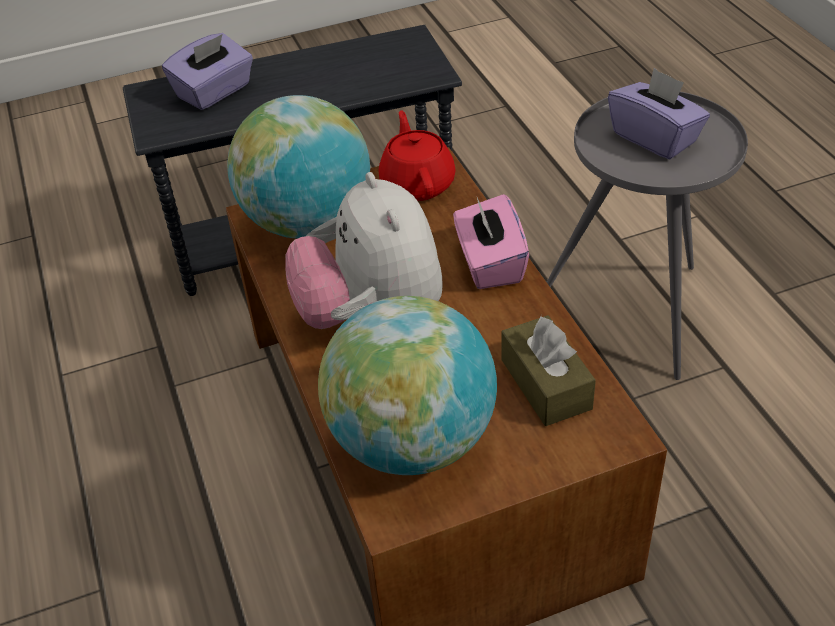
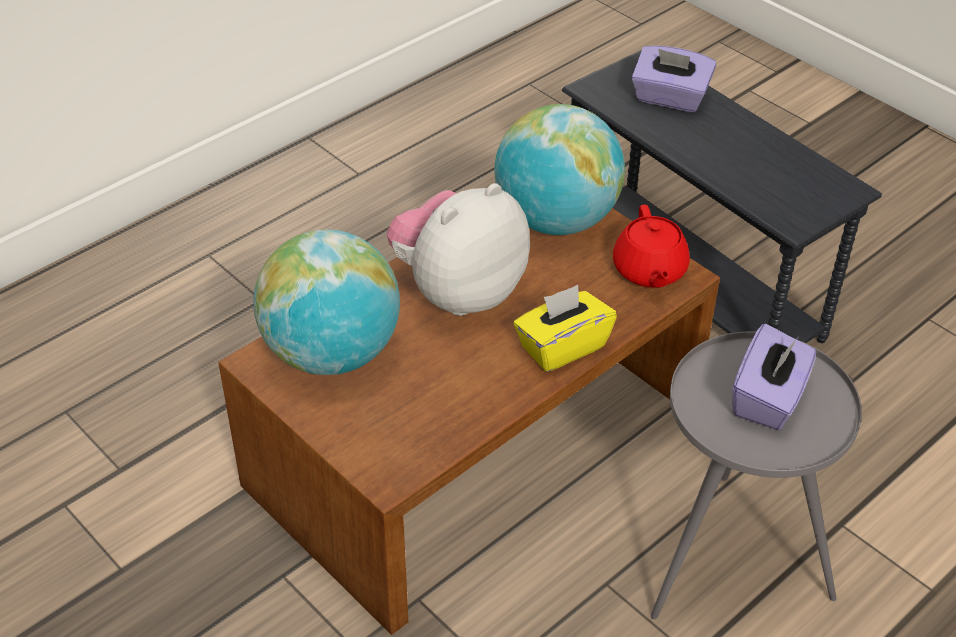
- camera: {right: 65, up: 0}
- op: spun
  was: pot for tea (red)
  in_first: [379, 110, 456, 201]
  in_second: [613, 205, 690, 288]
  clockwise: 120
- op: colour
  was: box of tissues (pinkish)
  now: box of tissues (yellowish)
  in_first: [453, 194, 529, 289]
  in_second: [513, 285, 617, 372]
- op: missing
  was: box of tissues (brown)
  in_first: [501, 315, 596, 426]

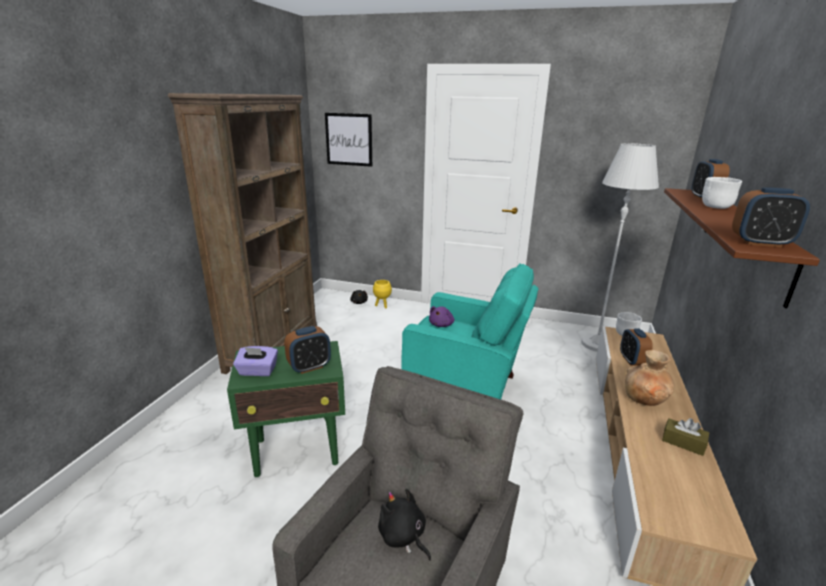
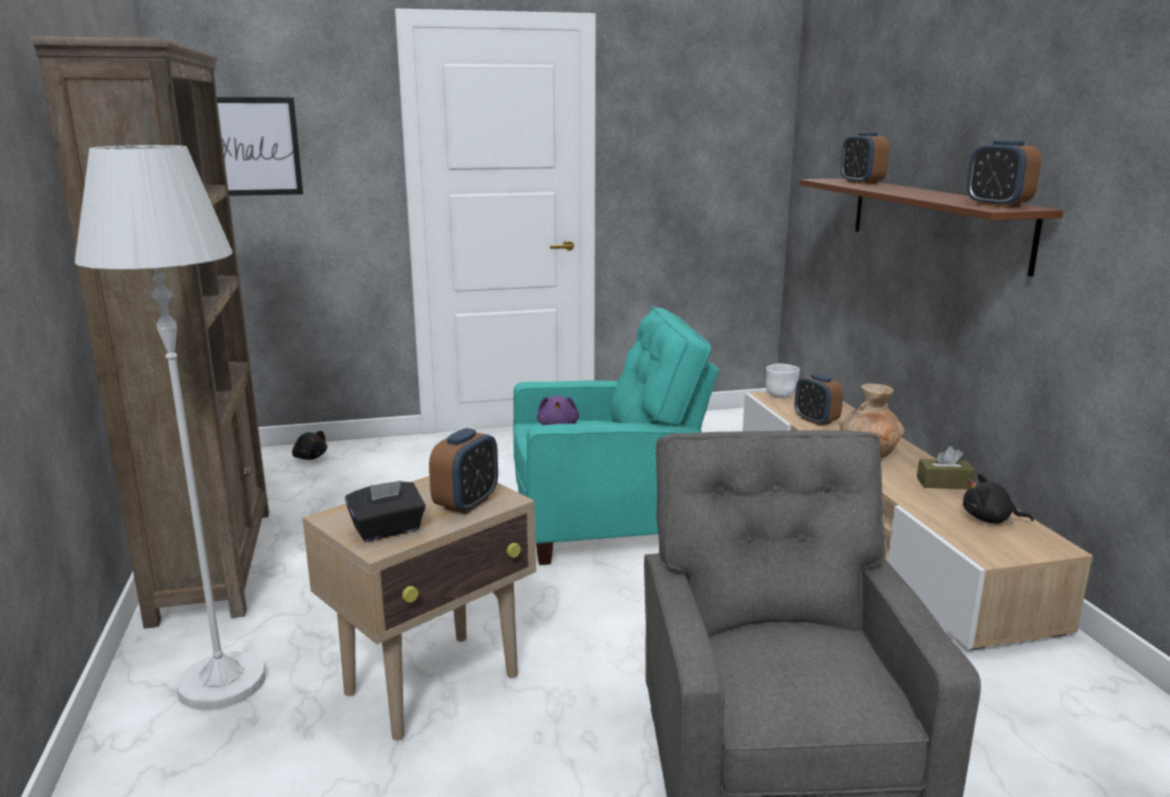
- camera: {right: -30, up: -5}
- op: colour
  was: accent table (greenish)
  now: accent table (sand-coloured)
  in_first: [227, 341, 345, 477]
  in_second: [303, 476, 536, 741]
- op: colour
  was: box of tissues (purple-coloured)
  now: box of tissues (black)
  in_first: [233, 346, 278, 376]
  in_second: [345, 480, 426, 542]
- op: missing
  was: flower pot (yellowish)
  in_first: [373, 280, 392, 308]
- op: relocated
  was: soft toy (black)
  in_first: [378, 489, 431, 561]
  in_second: [963, 473, 1034, 524]
- op: relocated
  was: standard lamp (white-coloured)
  in_first: [581, 143, 659, 352]
  in_second: [75, 145, 266, 710]
- op: missing
  was: deep dish (white-coloured)
  in_first: [702, 177, 742, 209]
- op: spun
  was: bedside clock
  in_first: [732, 187, 810, 247]
  in_second: [967, 140, 1041, 208]
  clockwise: 75

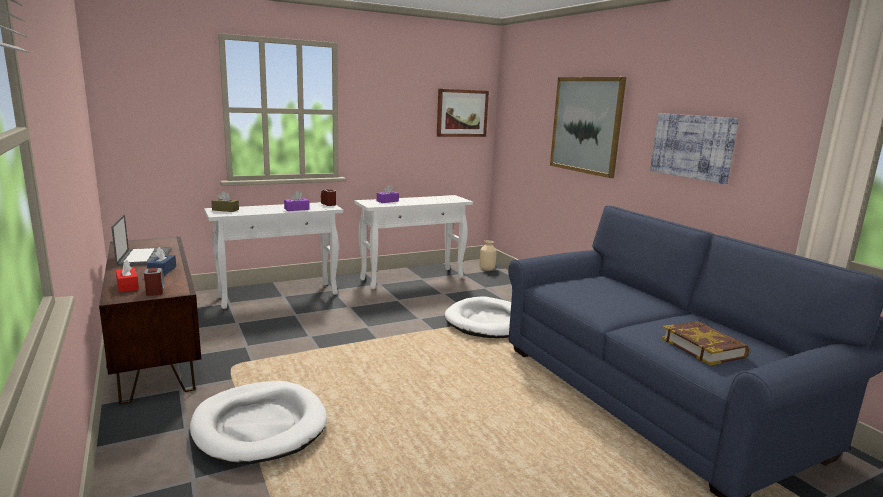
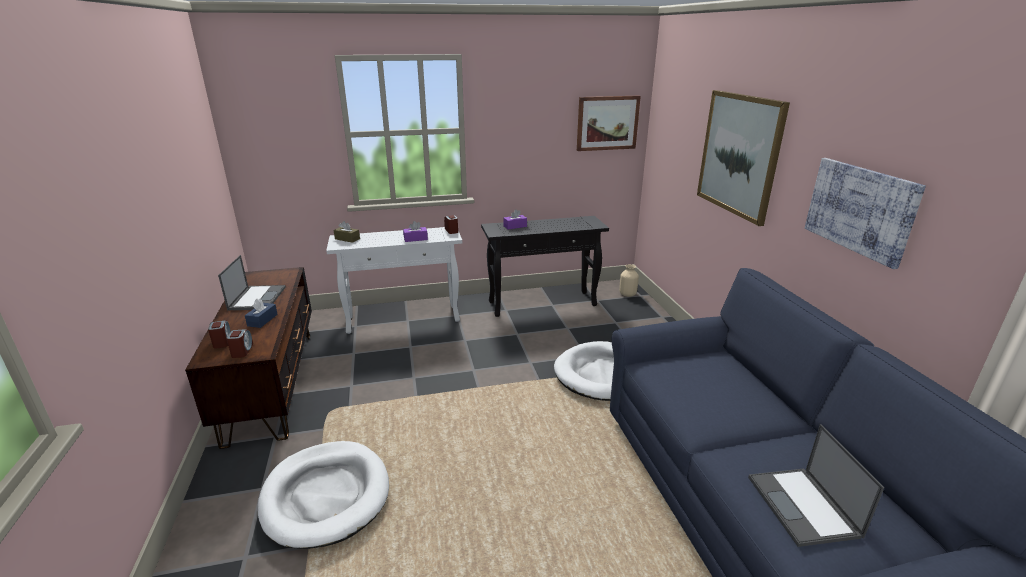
- camera: {right: 15, up: 10}
- op: exchanged
  was: box of tissues (red)
  now: bedside clock
  in_first: [116, 260, 139, 292]
  in_second: [208, 320, 231, 349]
- op: colour
  was: hall table (white-coloured)
  now: hall table (black)
  in_first: [354, 195, 473, 289]
  in_second: [481, 216, 609, 317]
- op: exchanged
  was: volume
  now: laptop
  in_first: [661, 321, 749, 365]
  in_second: [748, 424, 884, 547]

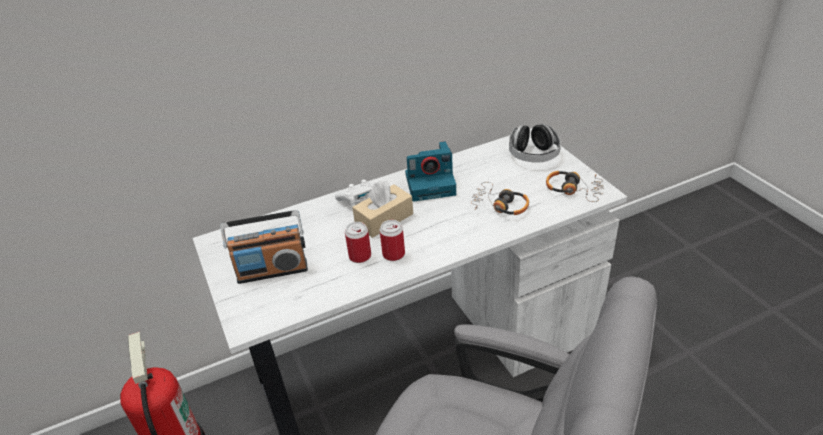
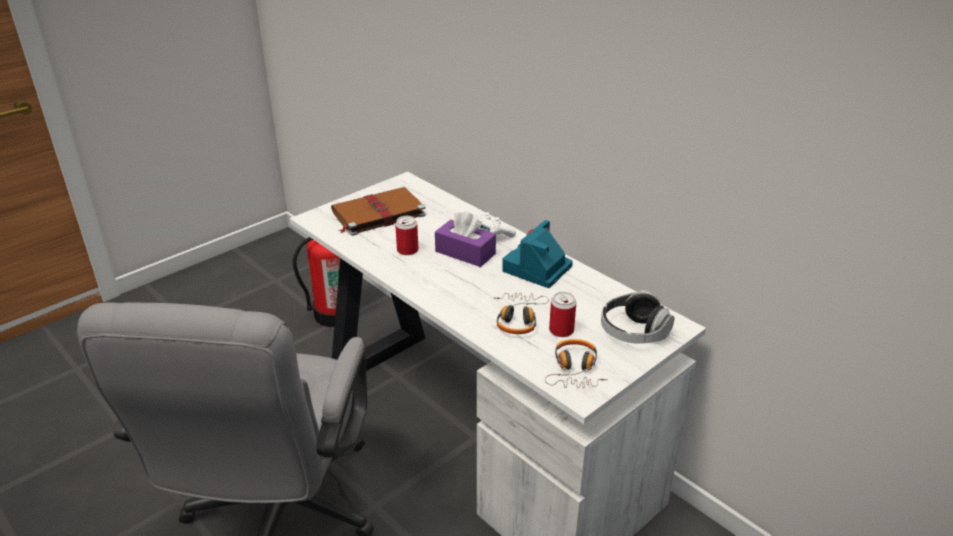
- camera: {right: 70, up: -5}
- op: exchanged
  was: radio
  now: volume (brown)
  in_first: [220, 210, 308, 284]
  in_second: [331, 187, 426, 236]
- op: colour
  was: box of tissues (sand-coloured)
  now: box of tissues (purple-coloured)
  in_first: [352, 181, 413, 238]
  in_second: [435, 211, 496, 267]
- op: relocated
  was: metal can
  in_first: [380, 220, 405, 261]
  in_second: [549, 292, 576, 337]
- op: spun
  was: photo camera
  in_first: [405, 141, 456, 202]
  in_second: [502, 220, 573, 288]
  clockwise: 60

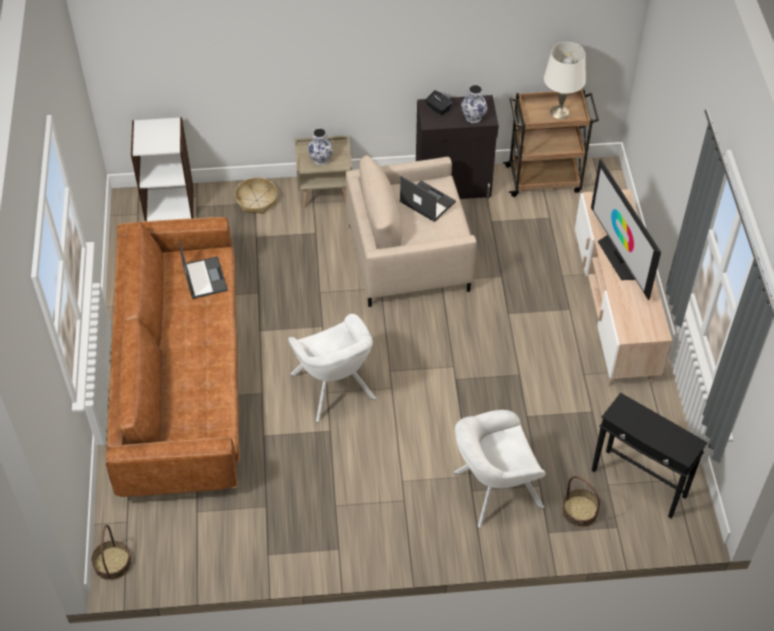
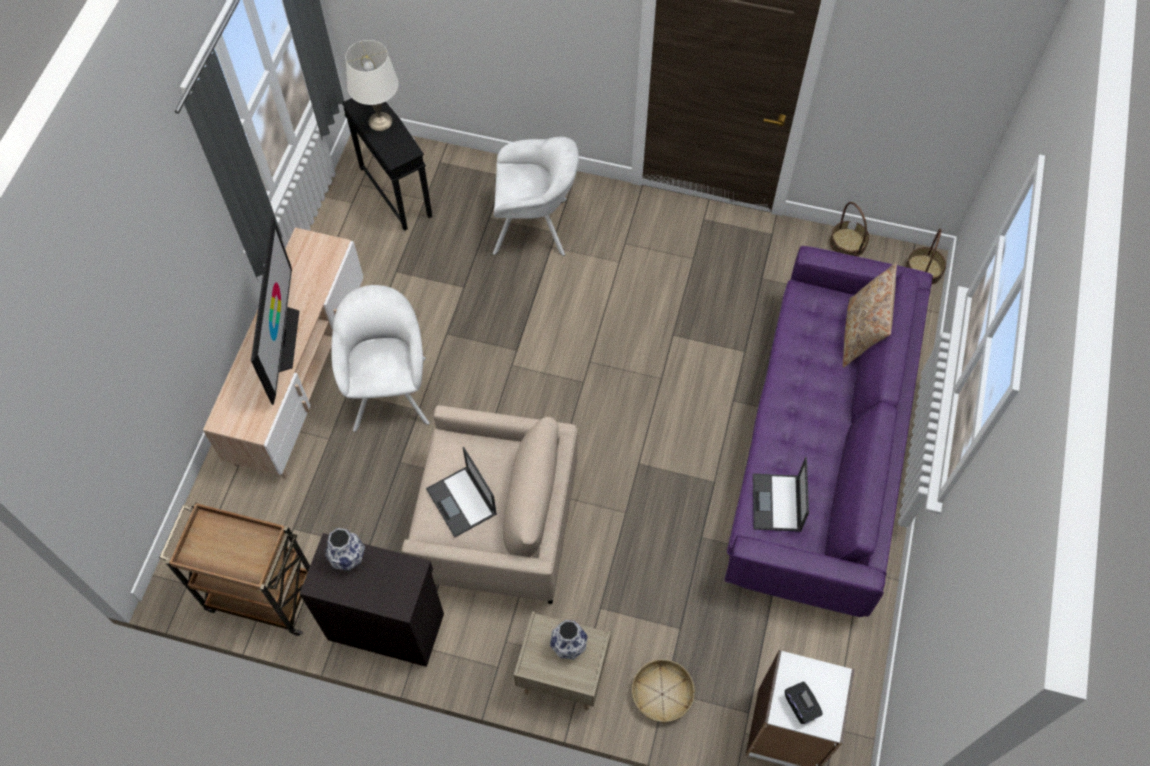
- camera: {right: -160, up: 10}
- op: colour
  was: couch (brown)
  now: couch (purple-coloured)
  in_first: [106, 217, 240, 497]
  in_second: [725, 246, 933, 617]
- op: relocated
  was: lounge chair (white-coloured)
  in_first: [288, 314, 376, 423]
  in_second: [331, 285, 430, 432]
- op: relocated
  was: box of tissues (black)
  in_first: [425, 90, 452, 115]
  in_second: [785, 681, 823, 724]
- op: relocated
  was: lamp for a table (white-coloured)
  in_first: [544, 42, 586, 119]
  in_second: [345, 40, 399, 131]
- op: relocated
  was: household basket
  in_first: [562, 476, 600, 527]
  in_second: [830, 202, 869, 257]
- op: appeared
  now: cushion (sand-coloured)
  in_second: [843, 263, 897, 367]

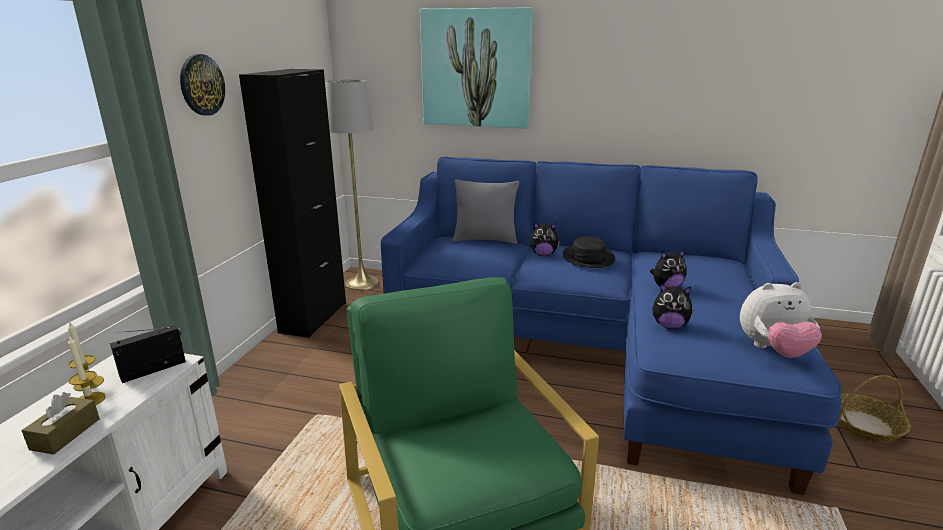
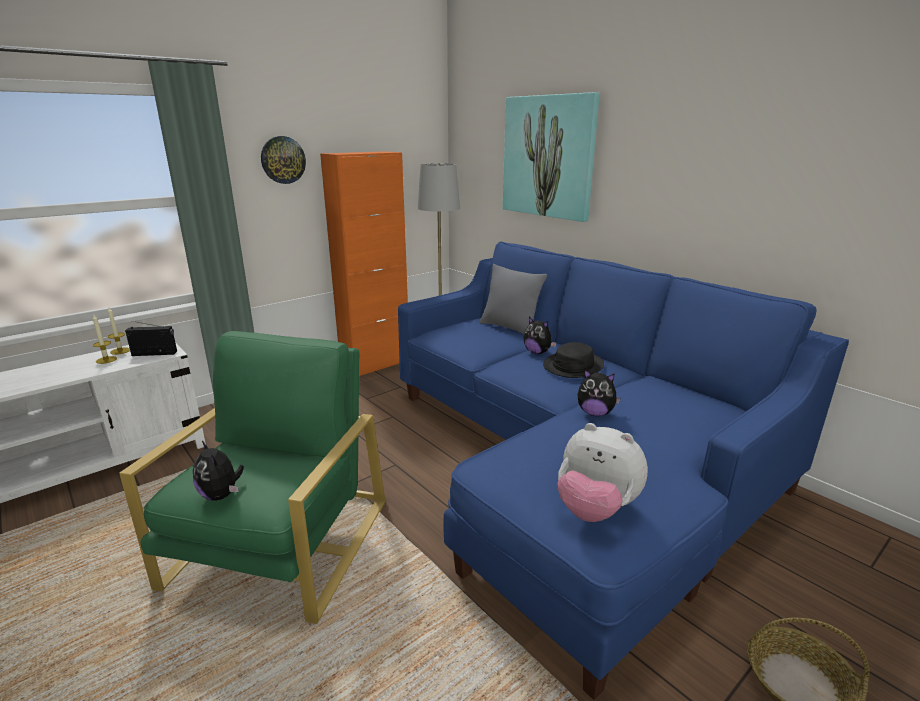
- camera: {right: 35, up: 0}
- op: missing
  was: box of tissues (brown)
  in_first: [22, 392, 100, 455]
- op: colour
  was: cabinet (black)
  now: cabinet (orange-coloured)
  in_first: [239, 69, 346, 338]
  in_second: [320, 151, 408, 376]
- op: relocated
  was: soft toy
  in_first: [652, 283, 694, 329]
  in_second: [193, 441, 244, 501]

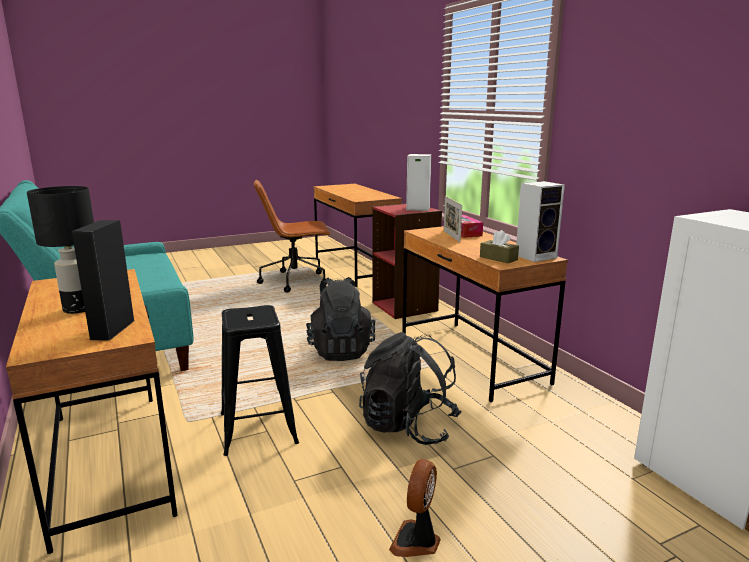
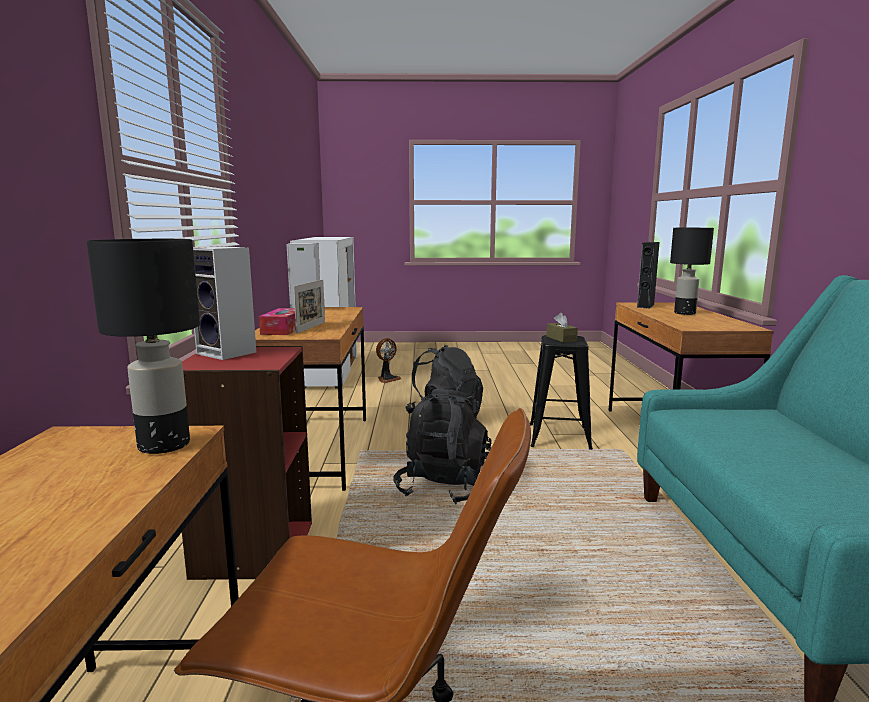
- camera: {right: -155, up: -5}
- op: relocated
  was: cooling fan
  in_first: [389, 459, 441, 557]
  in_second: [376, 338, 401, 383]
- op: relocated
  was: box of tissues (brown)
  in_first: [480, 230, 519, 263]
  in_second: [546, 313, 578, 342]
- op: appeared
  now: lamp for a table (black)
  in_second: [87, 239, 200, 454]

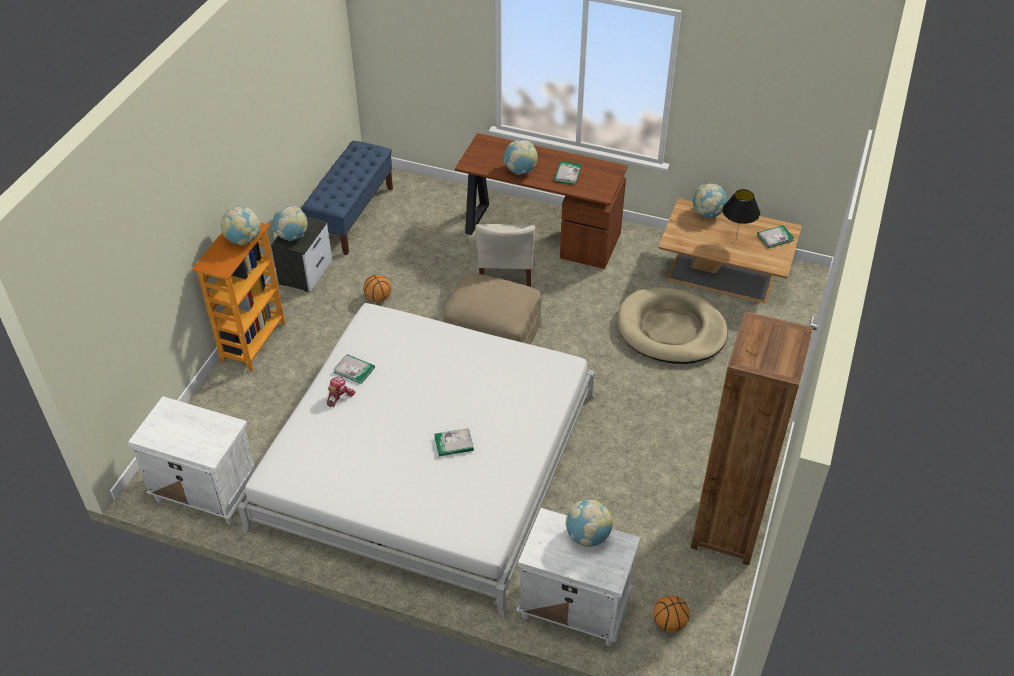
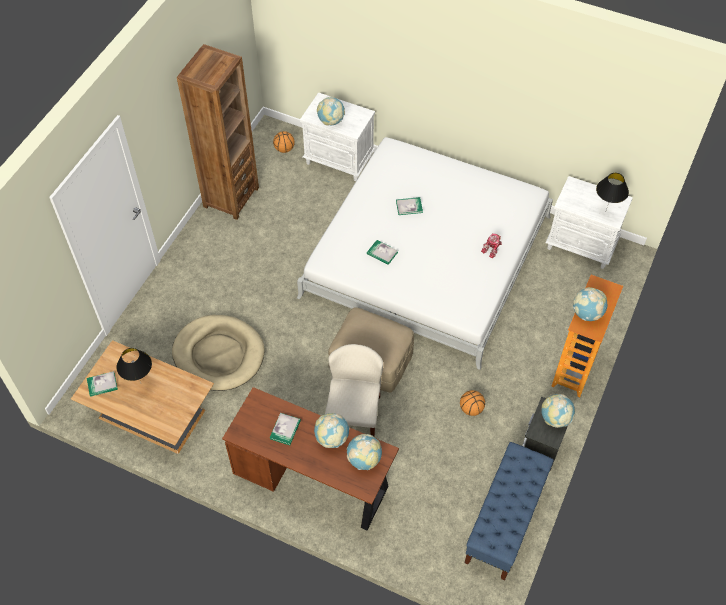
- camera: {right: -175, up: 10}
- op: relocated
  was: volume
  in_first: [333, 354, 375, 384]
  in_second: [367, 240, 398, 265]
- op: relocated
  was: desk globe
  in_first: [693, 184, 727, 218]
  in_second: [347, 434, 382, 470]
- op: appeared
  now: lamp for a table (black)
  in_second: [596, 173, 629, 210]

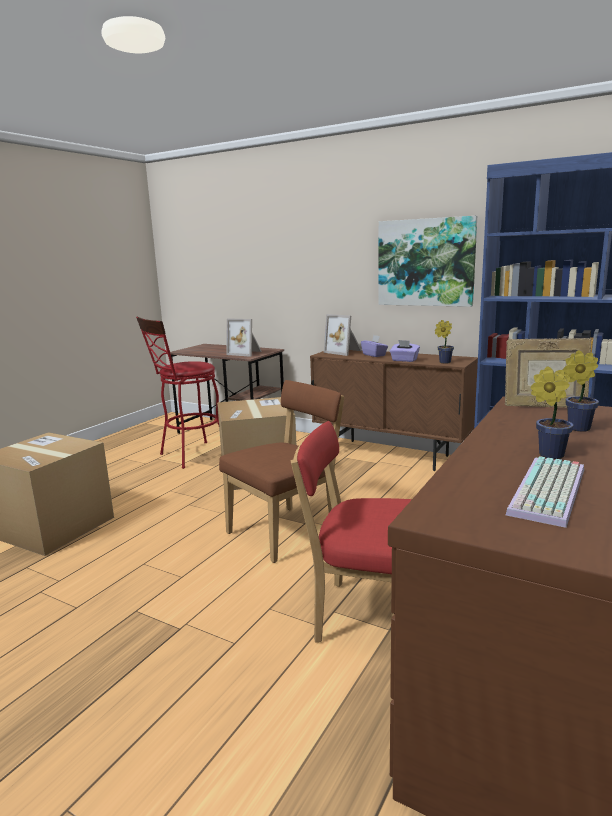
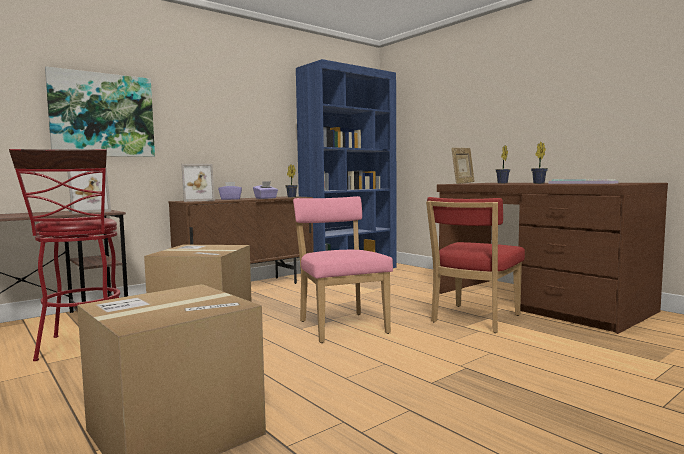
- camera: {right: -70, up: -10}
- op: colour
  was: upright chair (brown)
  now: upright chair (pinkish)
  in_first: [219, 380, 344, 563]
  in_second: [293, 196, 393, 343]
- op: relocated
  was: picture
  in_first: [378, 216, 477, 307]
  in_second: [45, 67, 155, 157]

